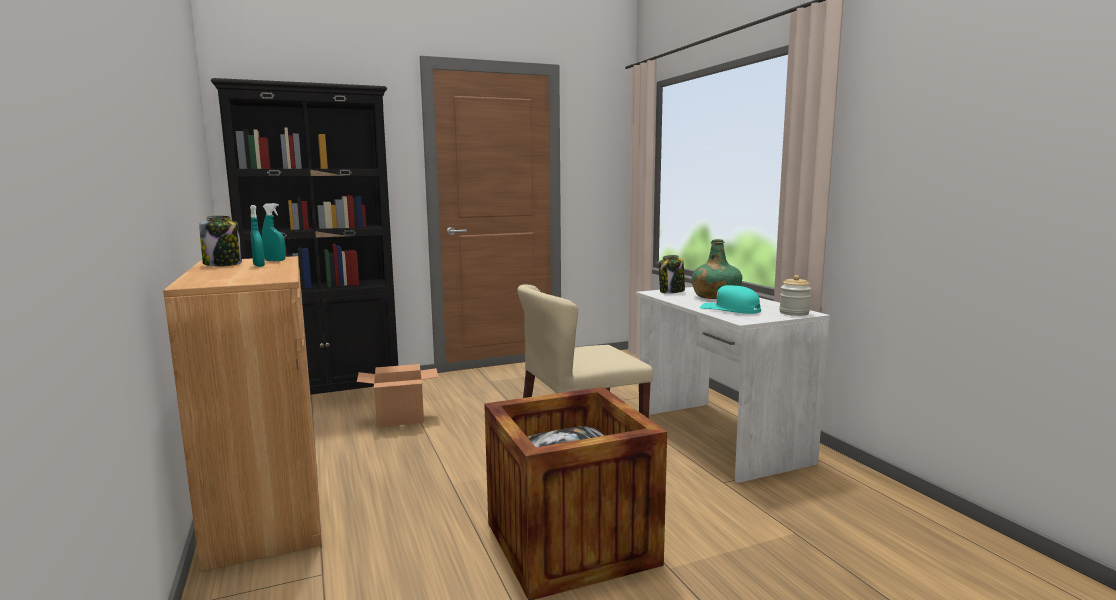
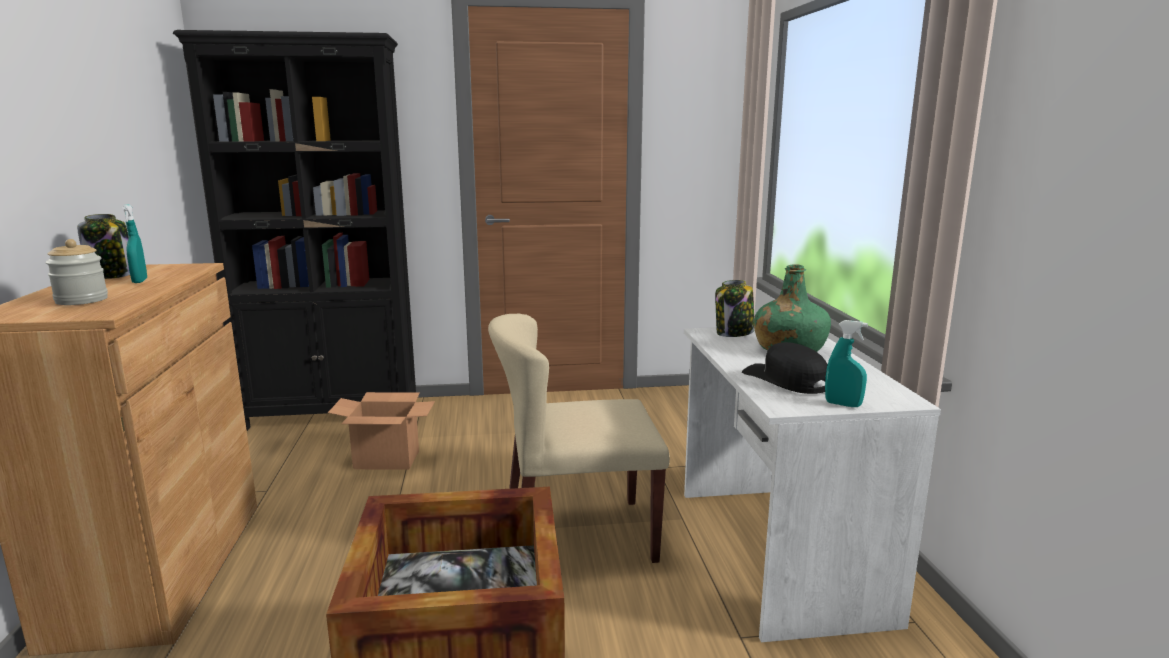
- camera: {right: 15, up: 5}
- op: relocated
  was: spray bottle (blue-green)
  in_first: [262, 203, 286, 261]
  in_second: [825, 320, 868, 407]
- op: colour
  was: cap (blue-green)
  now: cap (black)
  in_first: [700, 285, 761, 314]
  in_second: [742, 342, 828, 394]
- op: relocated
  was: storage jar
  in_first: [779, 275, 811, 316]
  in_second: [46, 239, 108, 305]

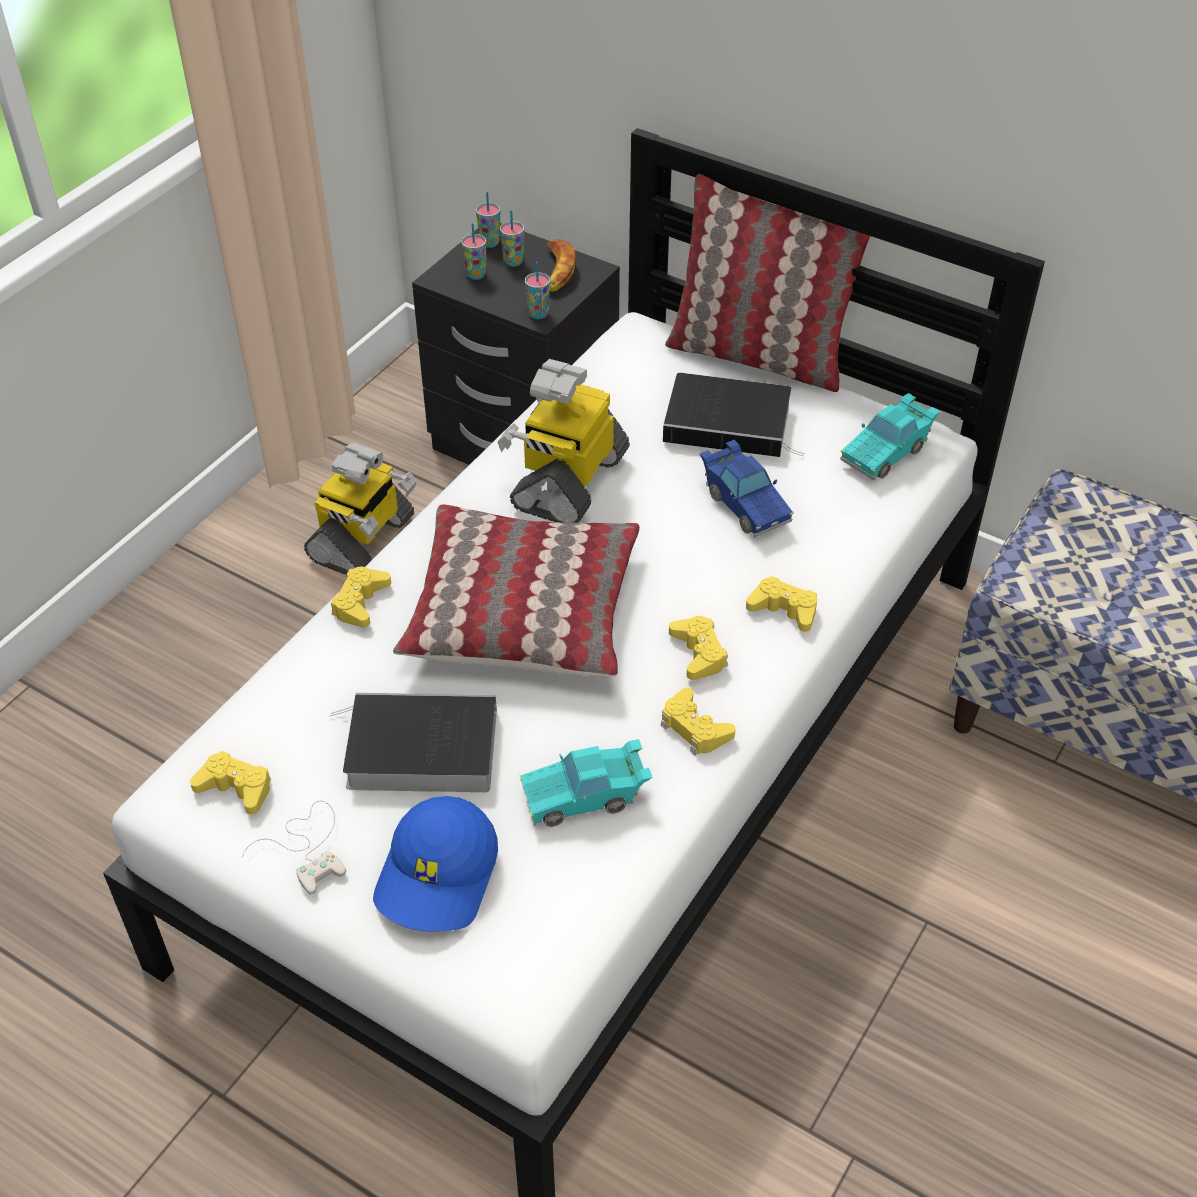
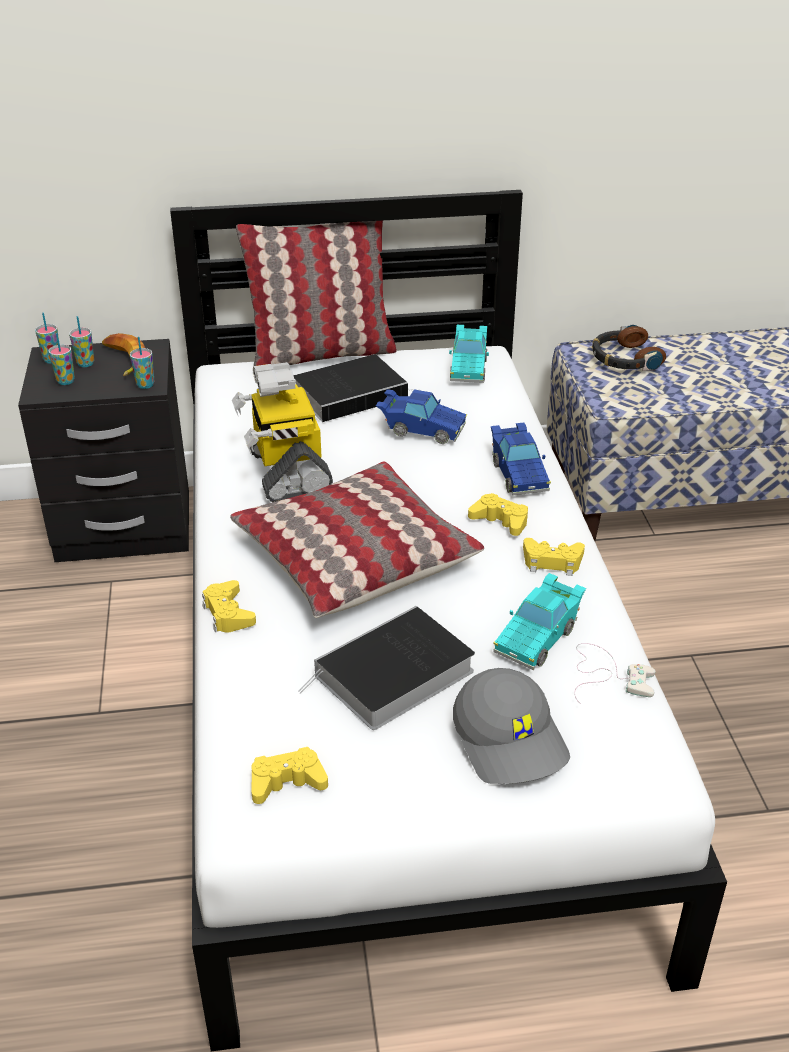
- camera: {right: -40, up: -10}
- op: relocated
  was: game controller (white-coloured)
  in_first: [242, 801, 346, 895]
  in_second: [574, 643, 656, 704]
- op: missing
  was: toy robot
  in_first: [304, 443, 417, 575]
- op: colour
  was: cap (blue)
  now: cap (grey)
  in_first: [373, 796, 498, 931]
  in_second: [453, 668, 570, 784]
- op: exchanged
  was: game controller (yellowish)
  now: miniature car (blue)
  in_first: [746, 576, 817, 632]
  in_second: [491, 423, 551, 496]
- op: appeared
  now: headphones
  in_second: [592, 324, 666, 371]

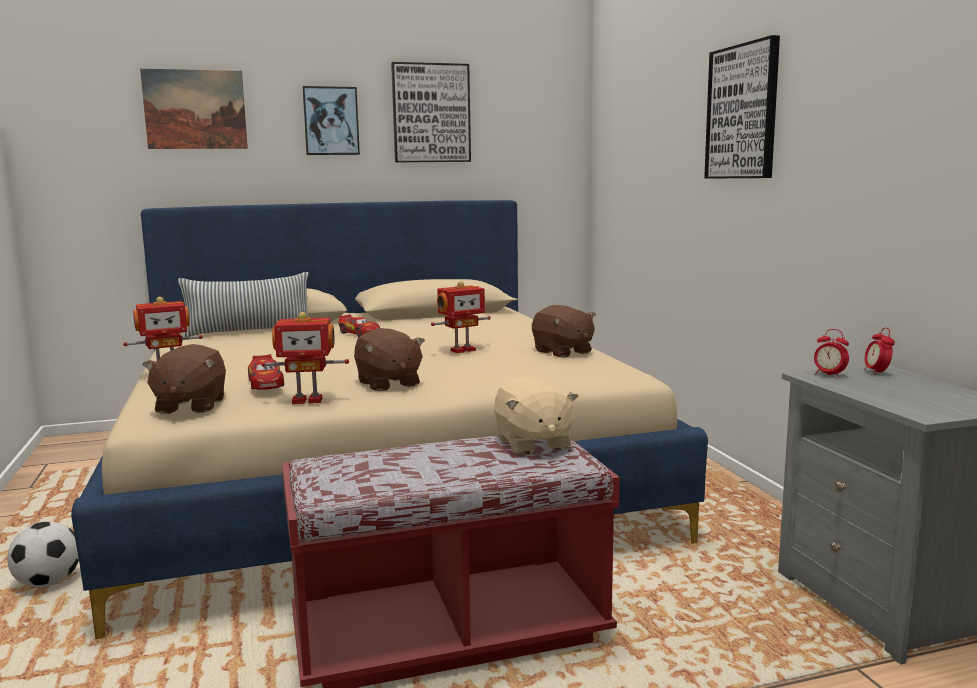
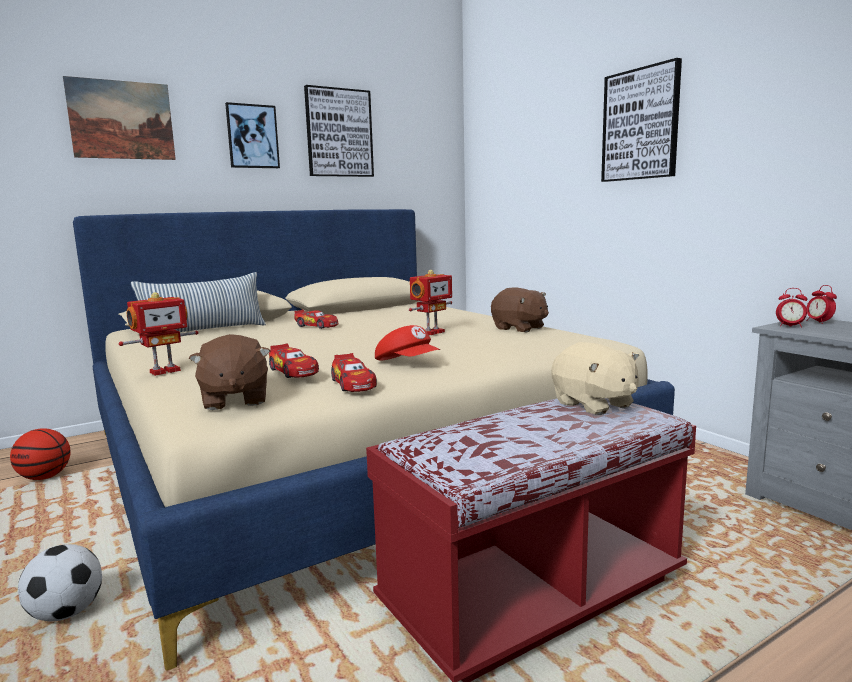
- camera: {right: -15, up: 0}
- op: exchanged
  was: toy robot
  now: miniature car
  in_first: [261, 312, 349, 404]
  in_second: [331, 353, 377, 392]
- op: exchanged
  was: soft toy (brown)
  now: cap (red)
  in_first: [354, 328, 425, 391]
  in_second: [375, 325, 440, 361]
- op: appeared
  now: ball for basketball
  in_second: [10, 428, 71, 480]

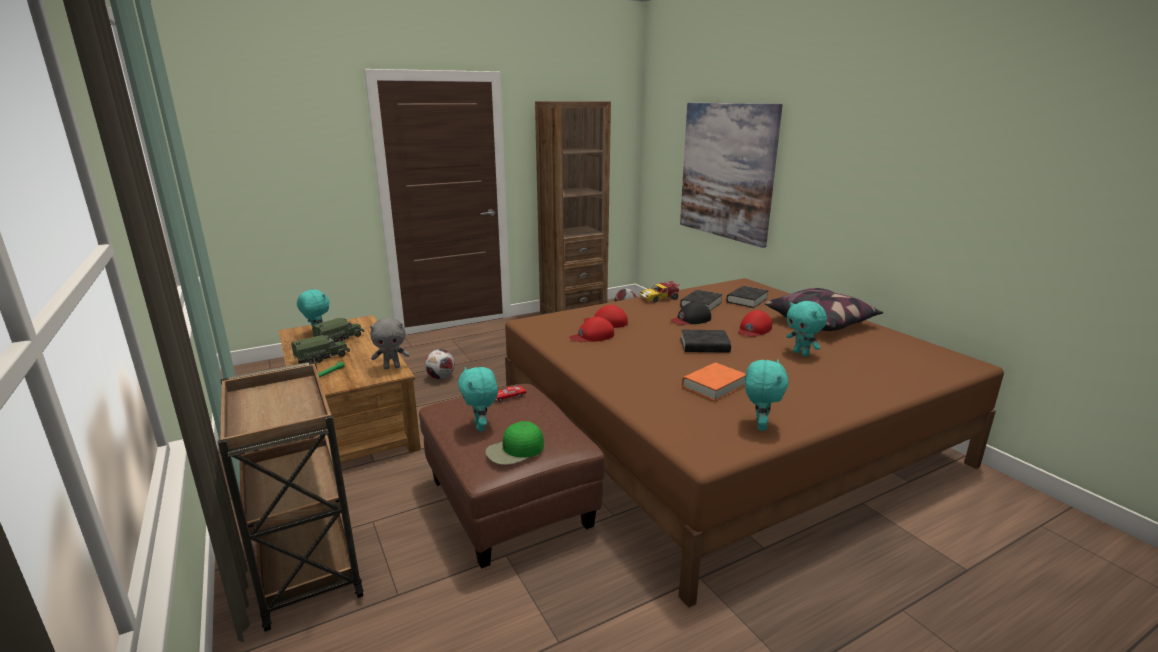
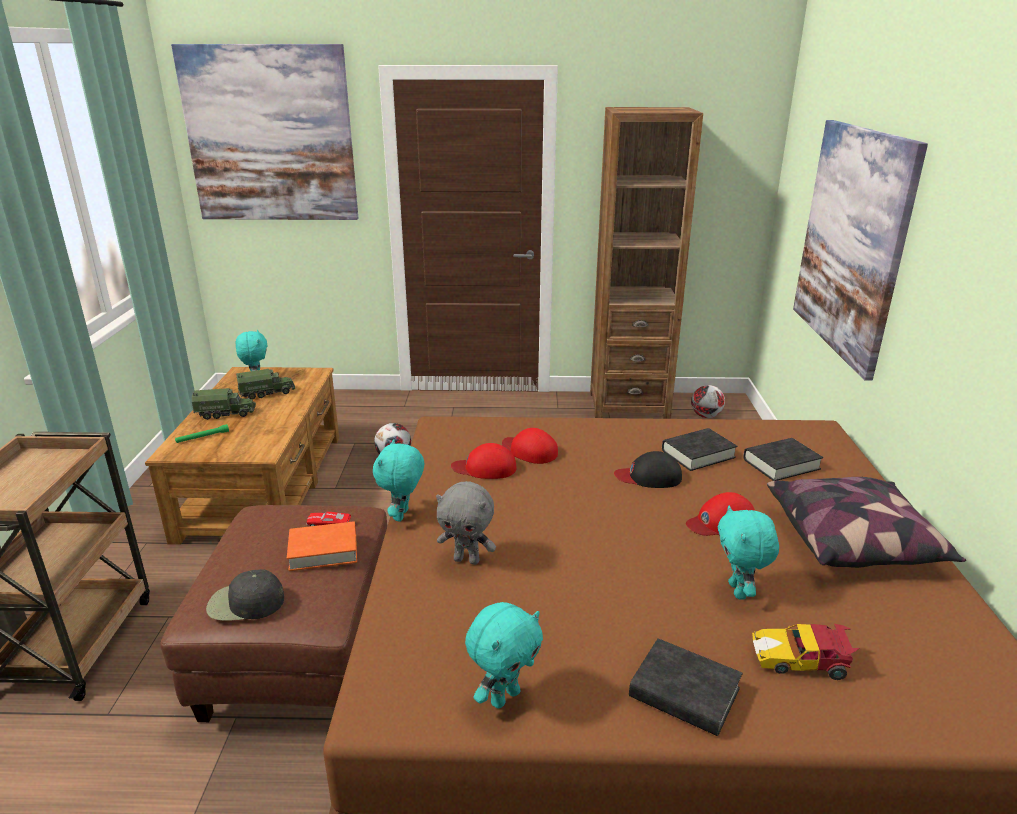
- camera: {right: 30, up: 5}
- op: relocated
  was: soft toy (grey)
  in_first: [370, 317, 410, 369]
  in_second: [436, 481, 496, 565]
- op: relocated
  was: soft toy (blue-green)
  in_first: [458, 367, 498, 431]
  in_second: [373, 439, 424, 522]
- op: colour
  was: cap (greenish)
  now: cap (black)
  in_first: [485, 421, 544, 465]
  in_second: [206, 569, 284, 621]
- op: relocated
  was: miniature car
  in_first: [639, 281, 680, 302]
  in_second: [752, 624, 860, 680]
- op: relocated
  was: volume (black)
  in_first: [681, 330, 731, 353]
  in_second: [629, 638, 742, 736]
- op: relocated
  was: volume (orange-coloured)
  in_first: [682, 363, 746, 402]
  in_second: [287, 521, 357, 571]
- op: appeared
  now: picture
  in_second: [171, 44, 358, 220]

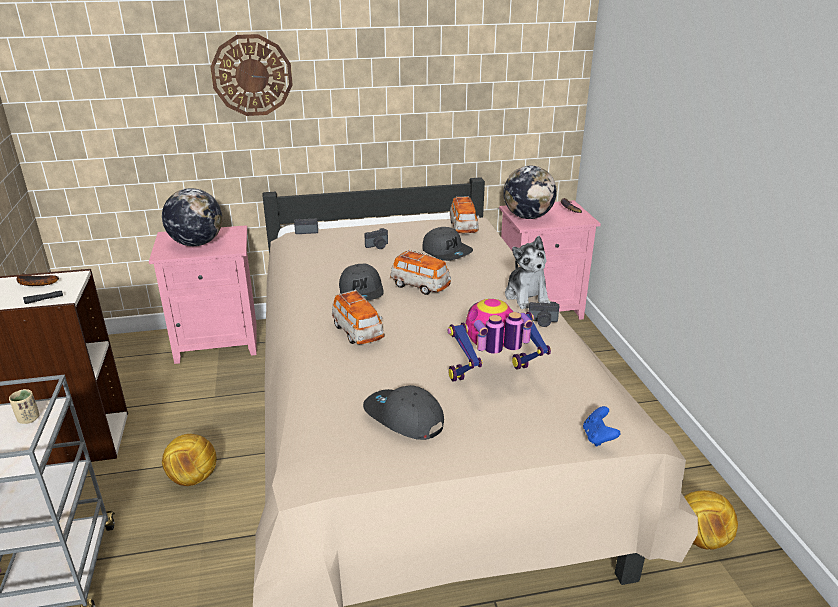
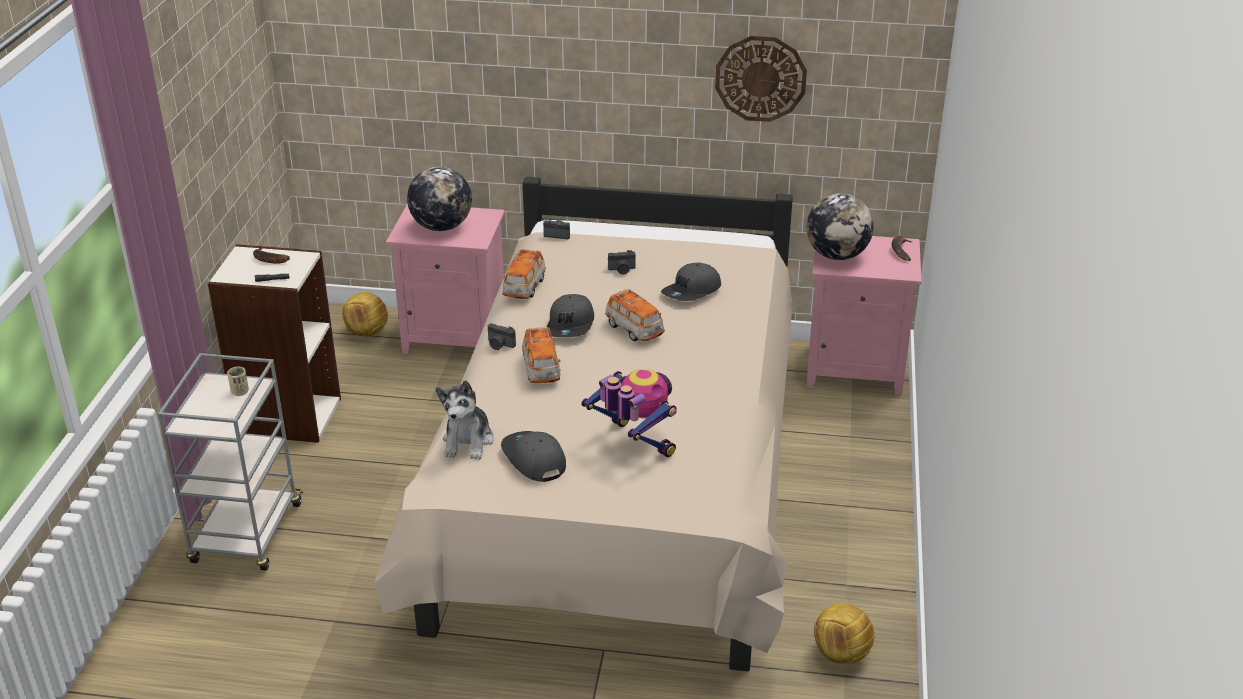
- camera: {right: 20, up: 5}
- op: relocated
  was: ball for football
  in_first: [162, 434, 216, 486]
  in_second: [342, 292, 388, 336]
- op: relocated
  was: hanging clock
  in_first: [210, 34, 293, 116]
  in_second: [715, 36, 807, 122]
- op: spun
  was: cap (grey)
  in_first: [422, 227, 473, 261]
  in_second: [661, 263, 721, 301]
  clockwise: 60
- op: spun
  was: toy robot
  in_first: [447, 299, 551, 382]
  in_second: [581, 369, 677, 457]
  clockwise: 45
- op: relocated
  was: miniature car
  in_first: [450, 196, 479, 233]
  in_second: [502, 248, 546, 299]
- op: relocated
  was: soft toy
  in_first: [505, 236, 550, 309]
  in_second: [436, 380, 494, 460]
- op: relocated
  was: photo camera
  in_first: [529, 302, 559, 327]
  in_second: [488, 323, 516, 350]
- op: missing
  was: game controller (blue)
  in_first: [583, 406, 620, 447]

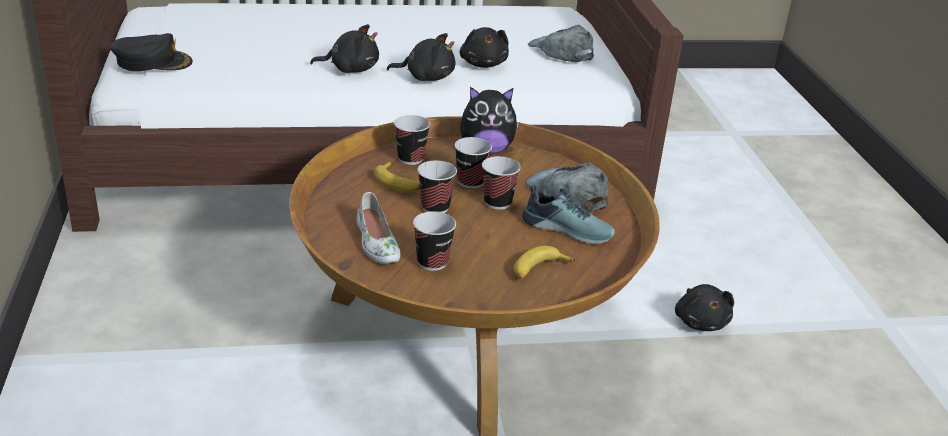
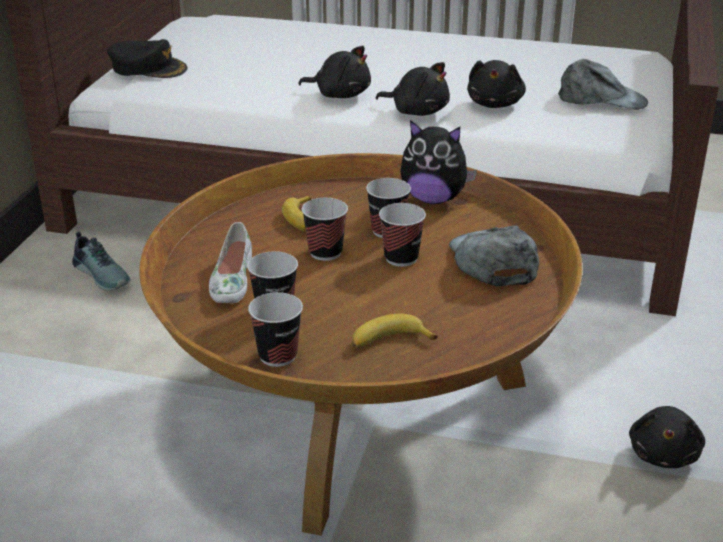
- camera: {right: 25, up: 0}
- op: relocated
  was: small cup
  in_first: [394, 115, 430, 165]
  in_second: [248, 292, 303, 367]
- op: relocated
  was: item of footwear
  in_first: [522, 185, 615, 244]
  in_second: [72, 232, 130, 291]
- op: spun
  was: cap (grey)
  in_first: [528, 25, 594, 62]
  in_second: [558, 59, 648, 110]
  clockwise: 120

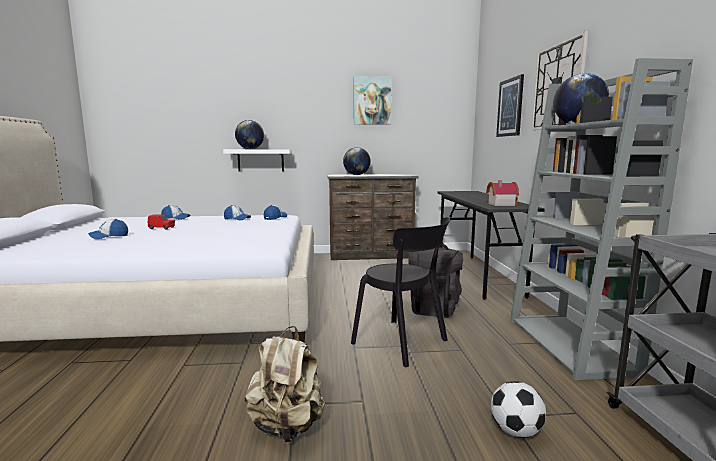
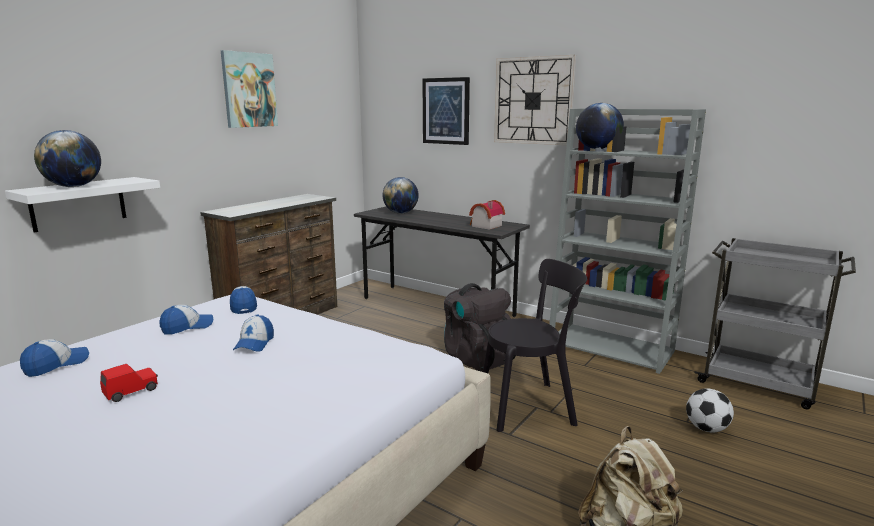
- camera: {right: -50, up: 5}
- op: relocated
  was: cap
  in_first: [88, 219, 128, 239]
  in_second: [233, 314, 274, 352]
- op: relocated
  was: desk globe
  in_first: [343, 147, 371, 175]
  in_second: [382, 177, 419, 214]

